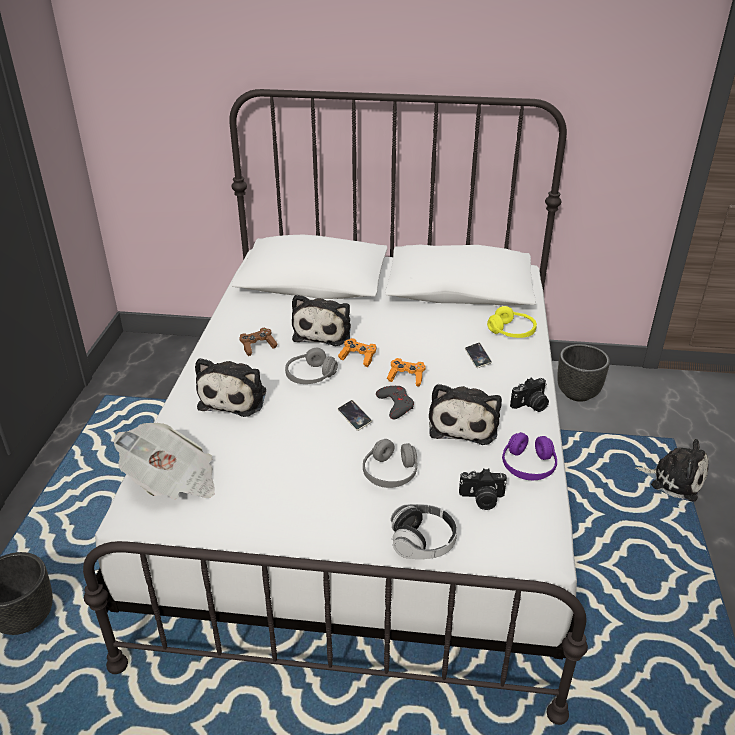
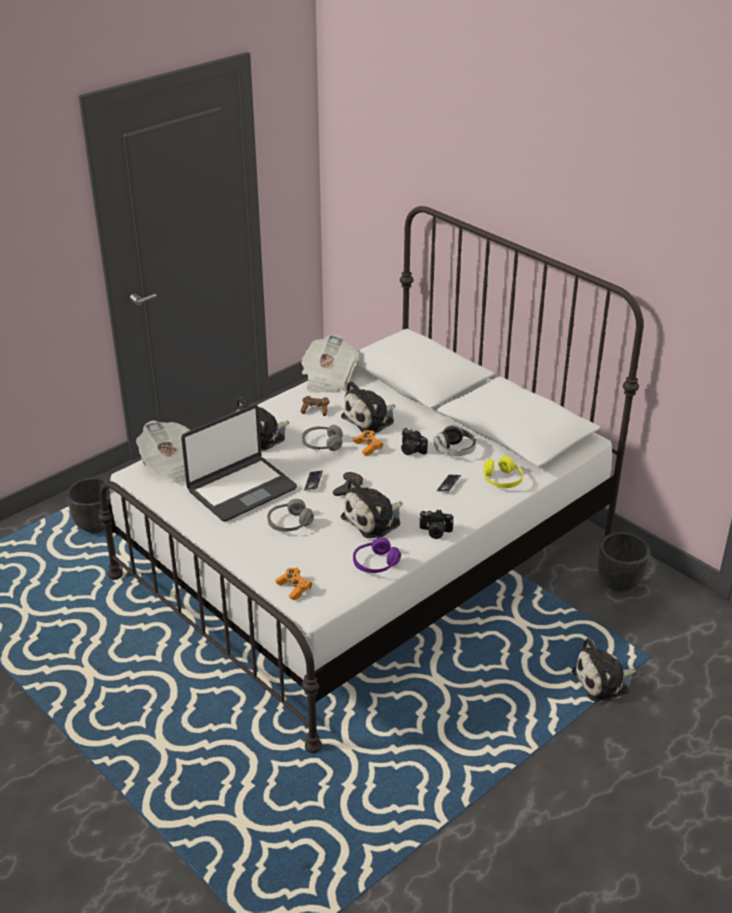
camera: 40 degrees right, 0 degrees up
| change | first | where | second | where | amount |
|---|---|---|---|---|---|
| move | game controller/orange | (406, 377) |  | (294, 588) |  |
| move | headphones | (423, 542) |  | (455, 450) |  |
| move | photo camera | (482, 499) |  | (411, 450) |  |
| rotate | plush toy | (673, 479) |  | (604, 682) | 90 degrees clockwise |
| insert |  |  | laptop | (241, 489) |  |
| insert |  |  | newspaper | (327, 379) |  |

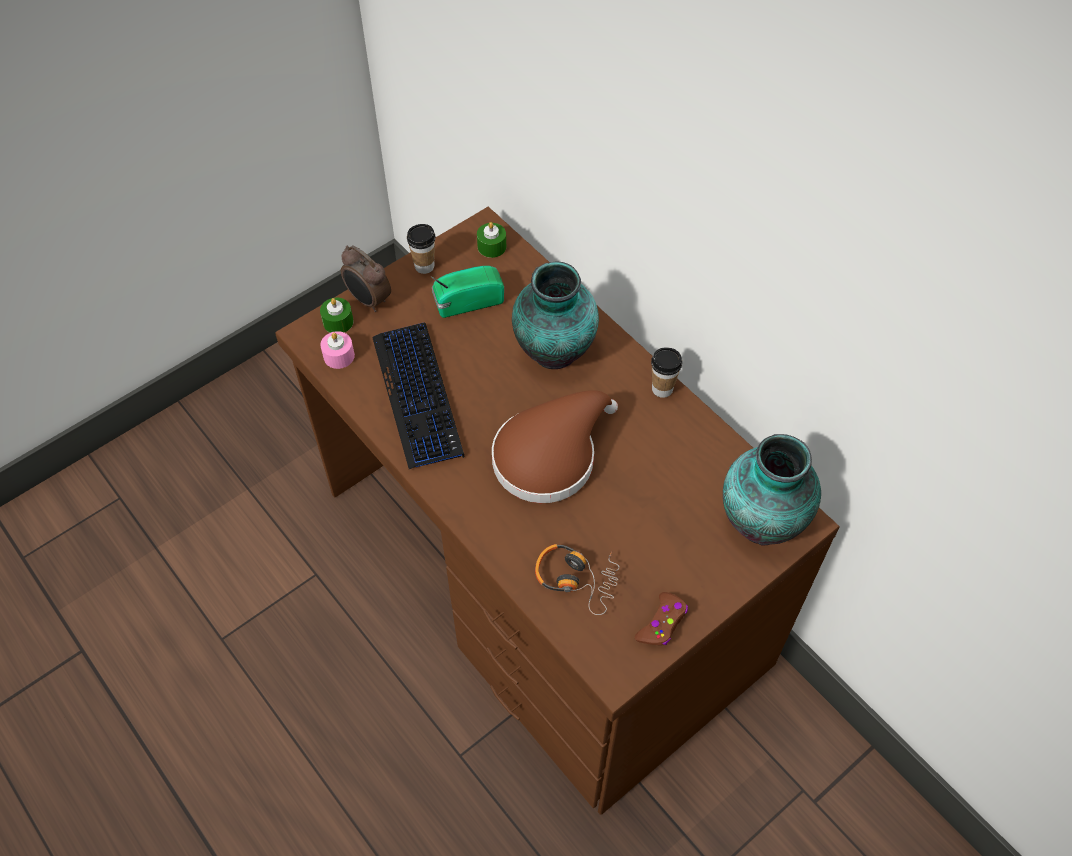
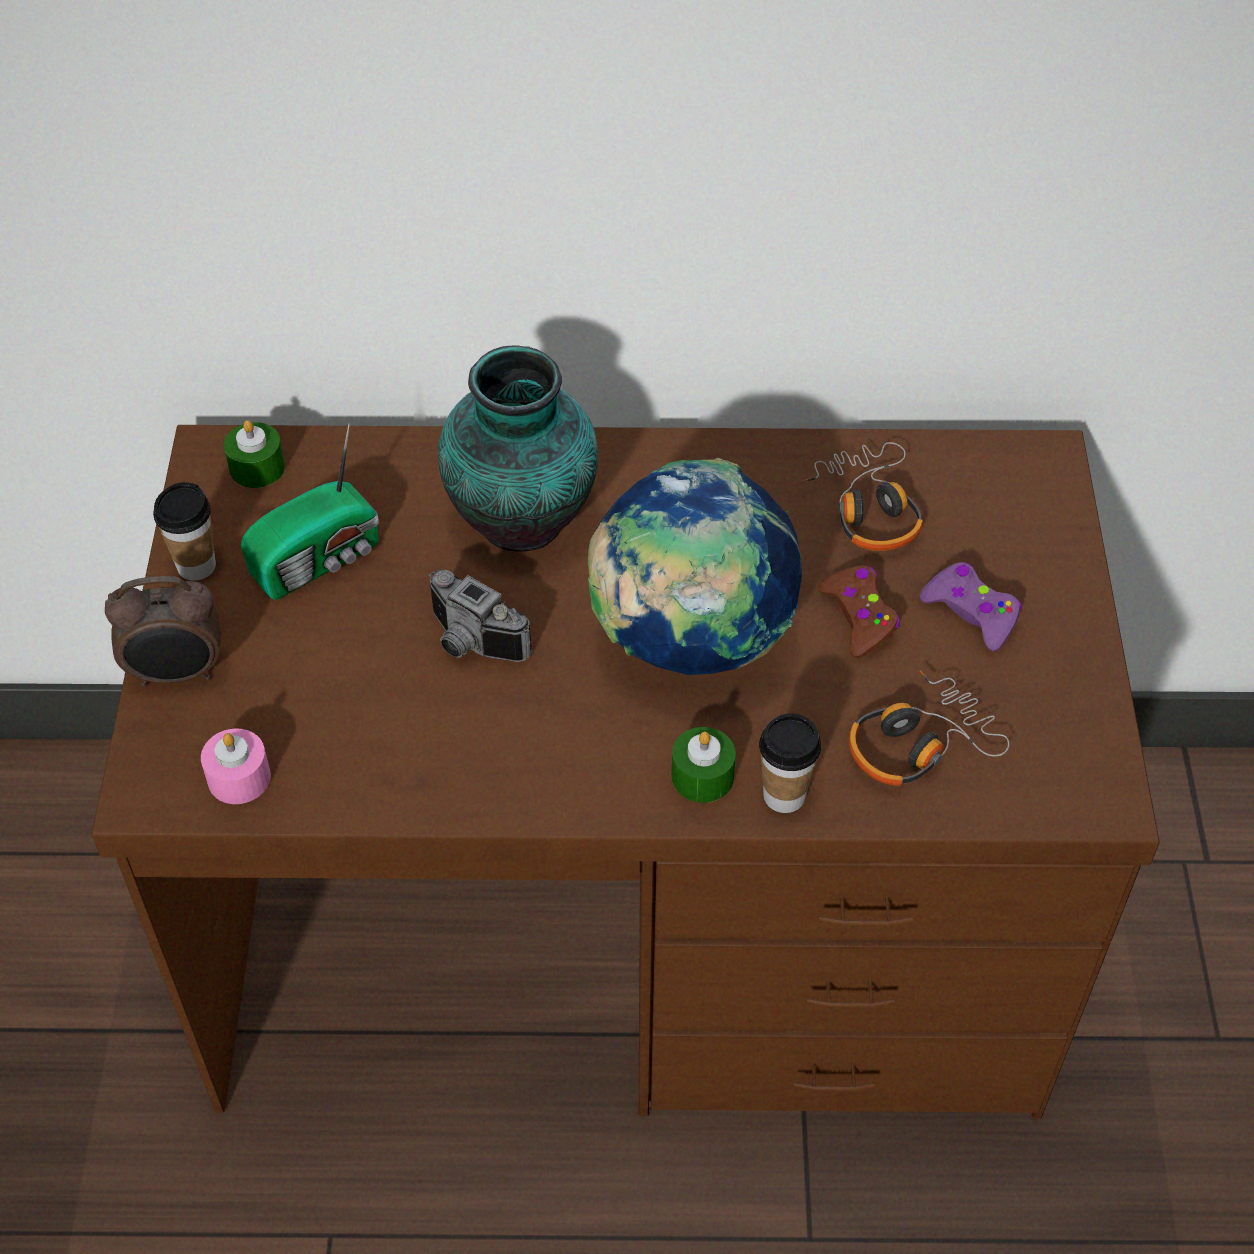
camera: 50 degrees left, 5 degrees down
| change | first | where | second | where | amount |
|---|---|---|---|---|---|
| move | candle/green | (338, 322) |  | (702, 776) |  |
| delete | keyboard | (418, 396) |  |  |  |
| rotate | radio | (466, 301) |  | (320, 559) | 150 degrees counterclockwise |
| replace | hat/brown | (550, 455) | globe | (690, 640) |  |
| move | game controller/brown | (662, 623) |  | (859, 617) |  |
| move | cup | (662, 389) |  | (784, 795) |  |
| delete | vase | (762, 520) |  |  |  |
| insert |  |  | photo camera | (470, 644) |  |
| insert |  |  | headphones | (868, 508) |  |
| insert |  |  | game controller/purple | (971, 612) |  |

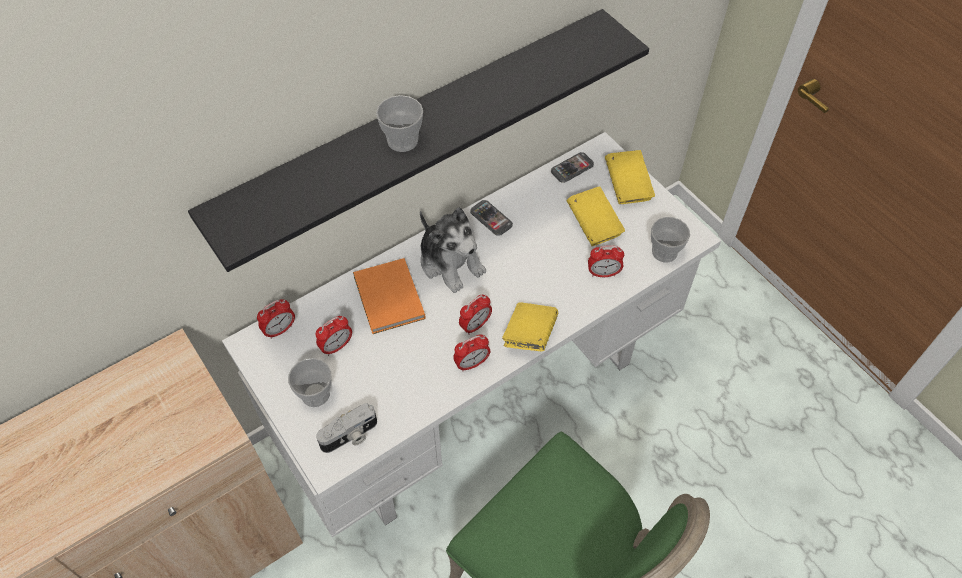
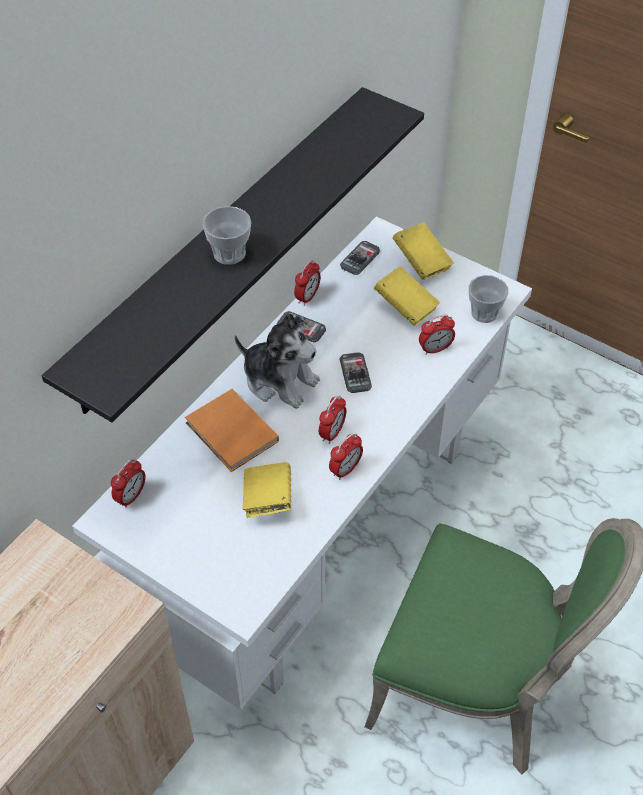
camera: 20 degrees left, 5 degrees down
| change | first | where | second | where | amount |
|---|---|---|---|---|---|
| delete | cup | (315, 394) |  |  |  |
| move | alarm clock | (336, 346) |  | (307, 297) |  |
| delete | photo camera | (350, 436) |  |  |  |
| move | book/yellow | (529, 335) |  | (267, 499) |  |
| insert |  |  | phone | (355, 374) |  |

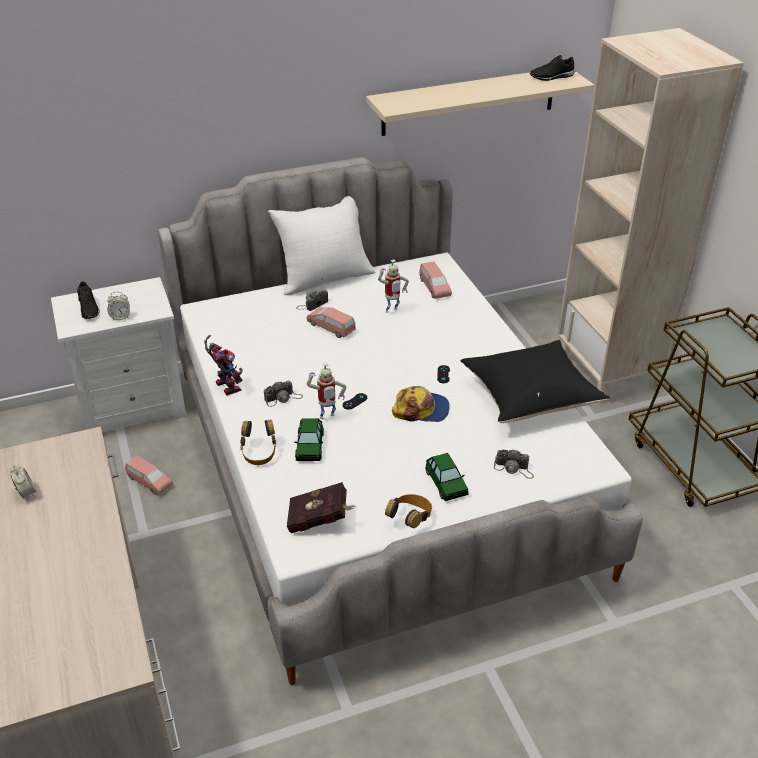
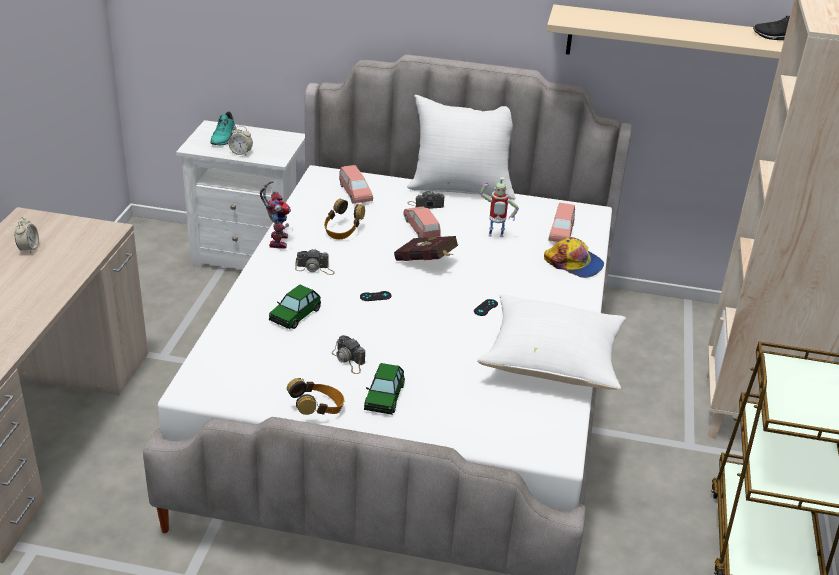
camera: 30 degrees right, 5 degrees down
| change | first | where | second | where | amount |
|---|---|---|---|---|---|
| recolor | shoe/black | (89, 308) | shoe/turquoise | (224, 138) |  |
| move | toy car/pink | (149, 481) |  | (355, 193) |  |
| move | headphones | (259, 452) |  | (342, 231) |  |
| move | book/red | (320, 520) |  | (427, 263) |  |
| delete | toy robot | (327, 418) |  |  |  |
| move | cap | (421, 409) |  | (574, 264) |  |
| recolor | pillow/black | (530, 397) | pillow/white | (553, 362) |  |
| move | photo camera | (514, 469) |  | (349, 360) |  |

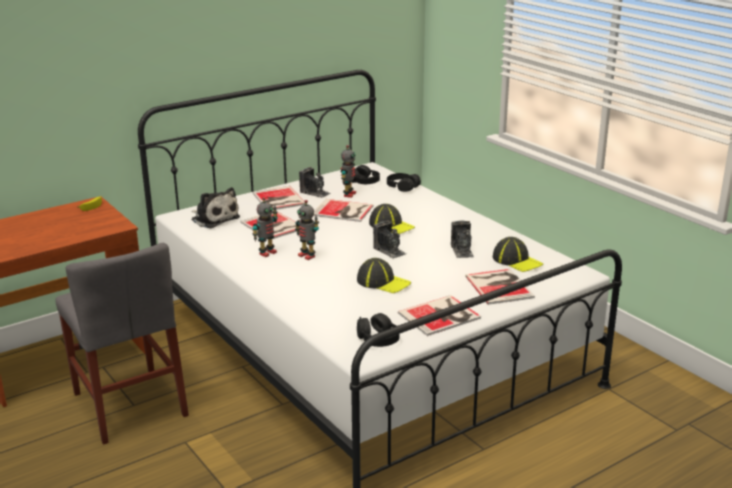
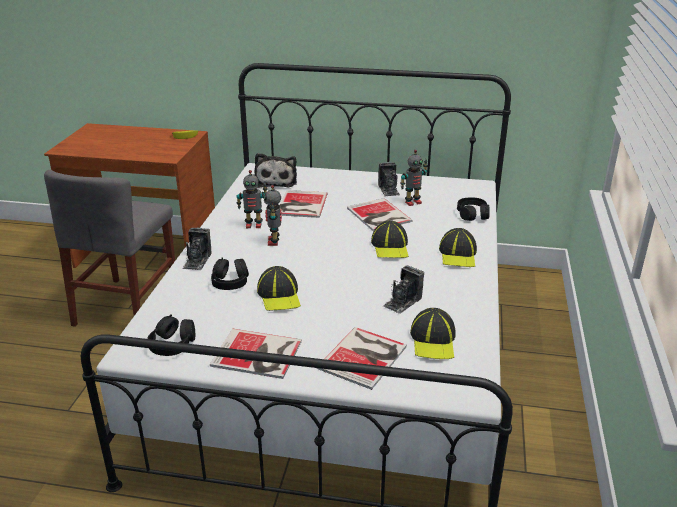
camera: 45 degrees right, 5 degrees up
| change | first | where | second | where | amount |
|---|---|---|---|---|---|
| delete | book | (278, 199) |  |  |  |
| move | headphones/black | (364, 182) |  | (230, 282) |  |
| move | photo camera | (389, 251) |  | (197, 260) |  |
| insert |  |  | cap | (458, 255) |  |

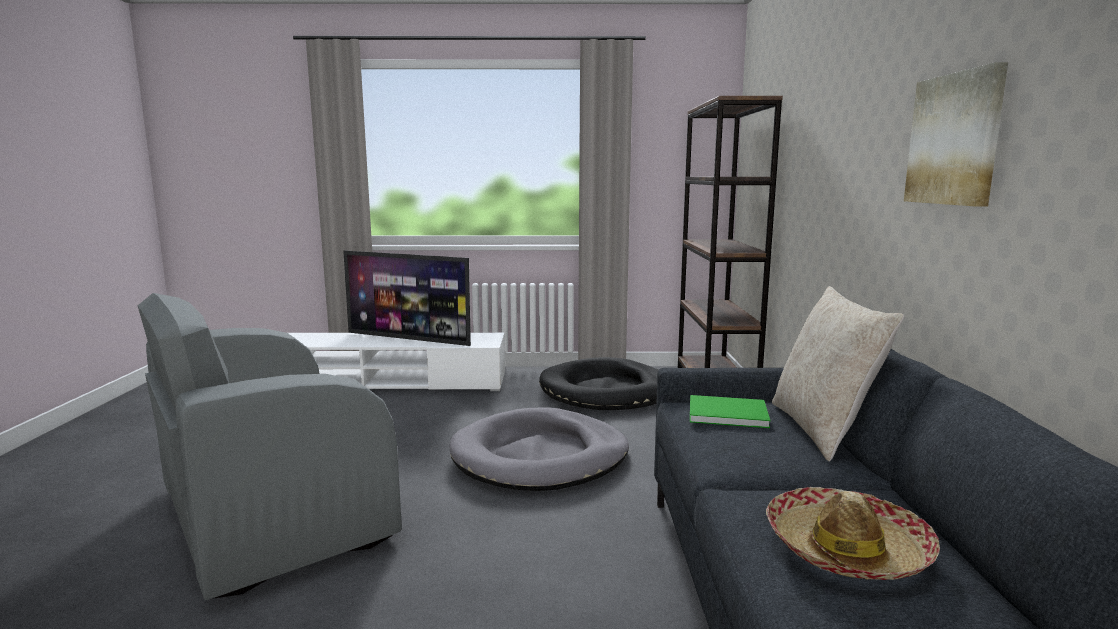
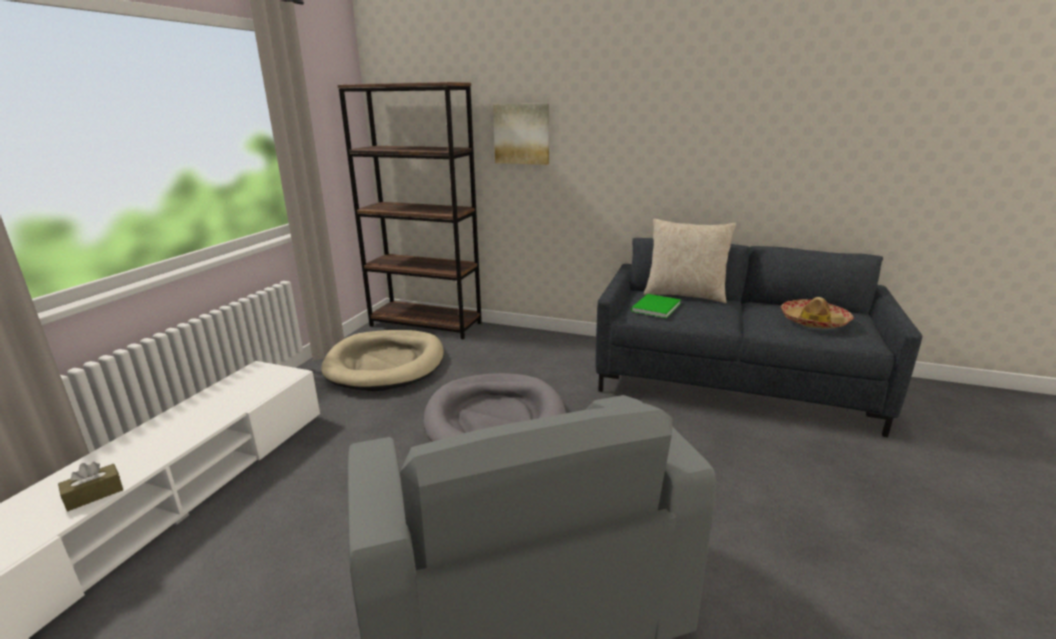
camera: 70 degrees left, 10 degrees up
| change | first | where | second | where | amount |
|---|---|---|---|---|---|
| delete | television | (409, 339) |  |  |  |
| recolor | dog bed/black | (608, 391) | dog bed/beige | (386, 364) |  |
| move | picture | (955, 139) |  | (522, 134) |  |
| insert |  |  | tissue box/brown | (94, 494) |  |

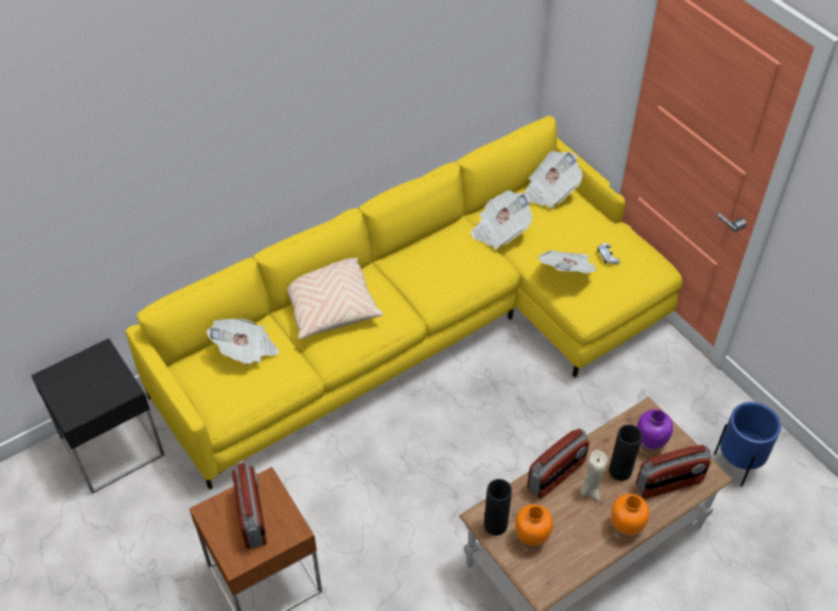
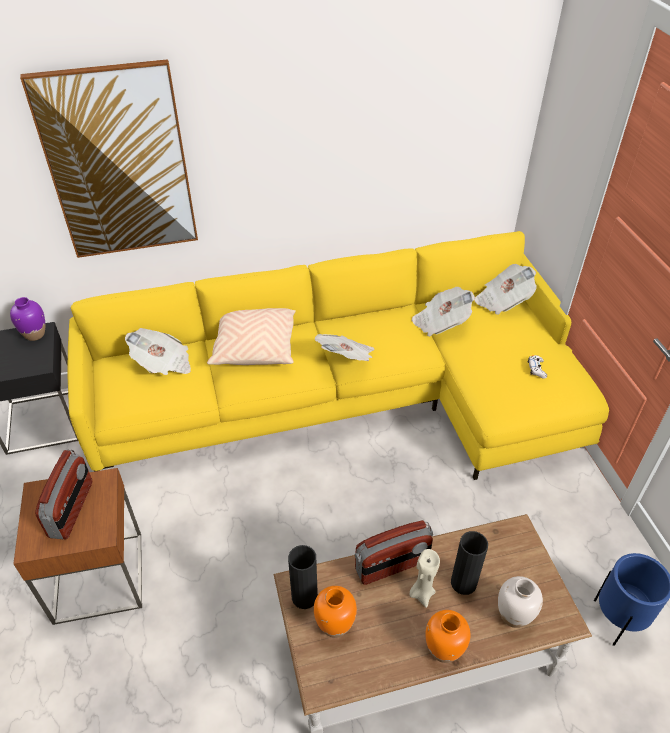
camera: 20 degrees right, 5 degrees down
| change | first | where | second | where | amount |
|---|---|---|---|---|---|
| move | newspaper | (567, 272) |  | (346, 358) |  |
| replace | radio | (669, 484) | vase/white | (514, 615) |  |
| move | vase/purple | (650, 444) |  | (35, 334) |  |
| insert |  |  | picture | (118, 164) |  |

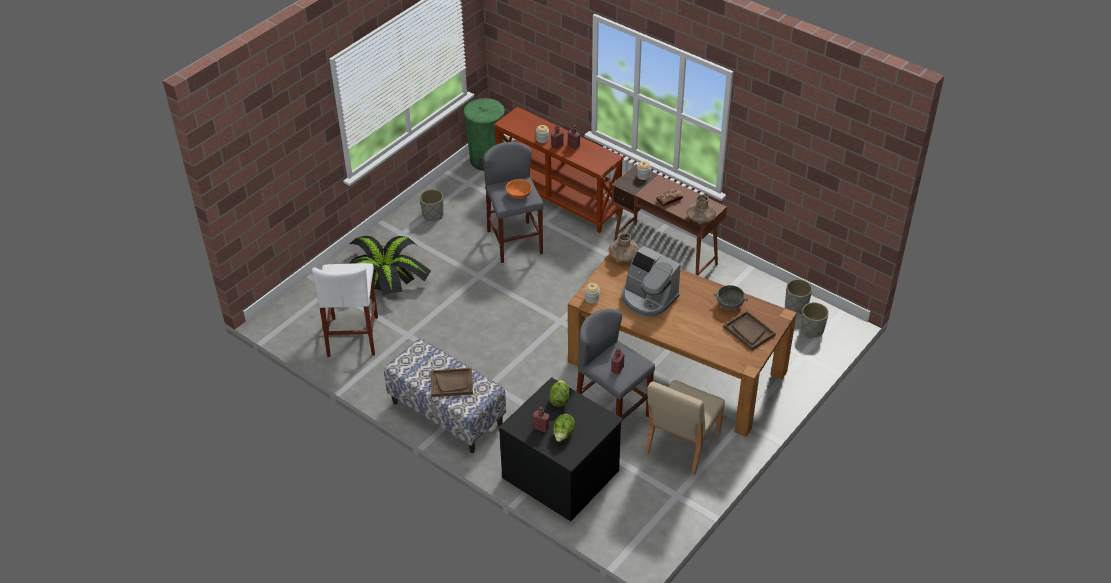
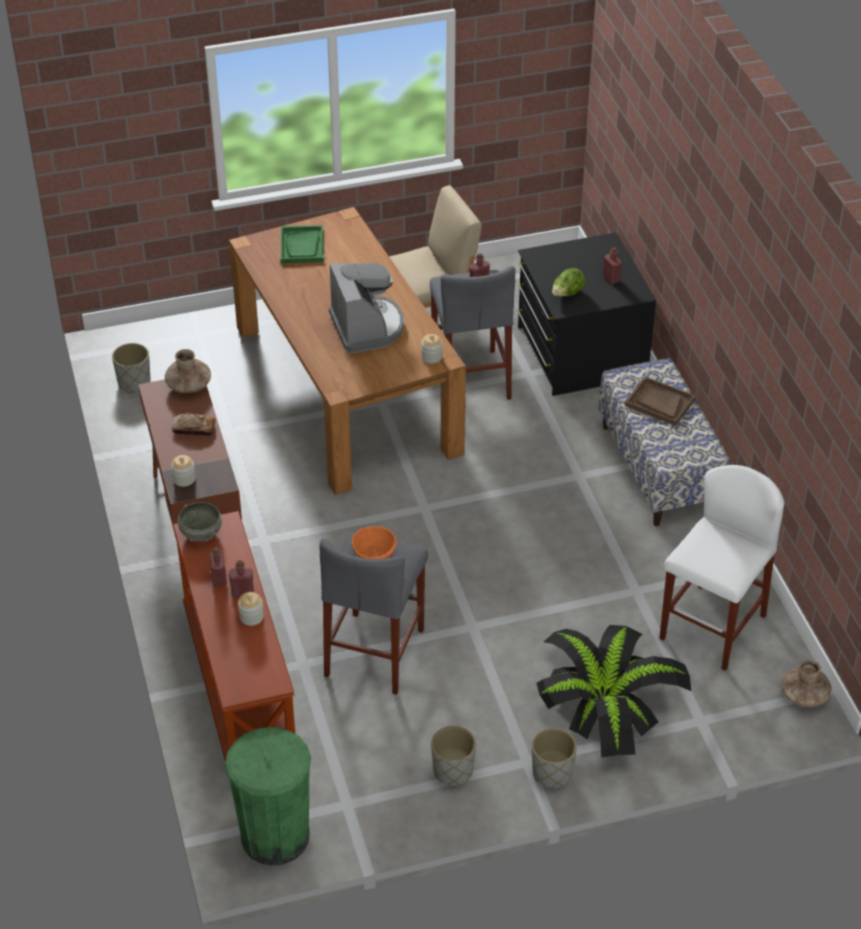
camera: 145 degrees left, 0 degrees up
| change | first | where | second | where | amount |
|---|---|---|---|---|---|
| delete | lettuce | (563, 434) |  |  |  |
| move | vase/brown | (623, 256) |  | (804, 695) |  |
| move | bowl/grey | (730, 305) |  | (200, 533) |  |
| recolor | tray/brown | (749, 331) | tray/green | (302, 246) |  |
| move | planter/grey | (812, 330) |  | (551, 773) |  |

